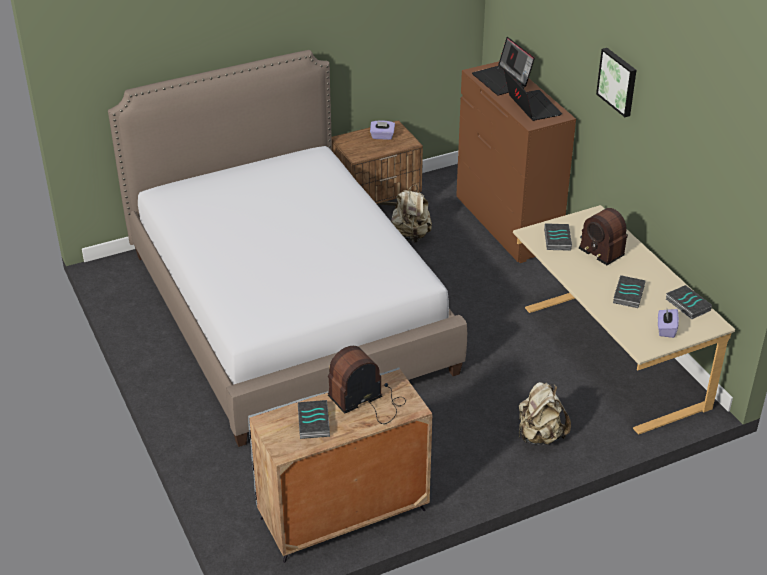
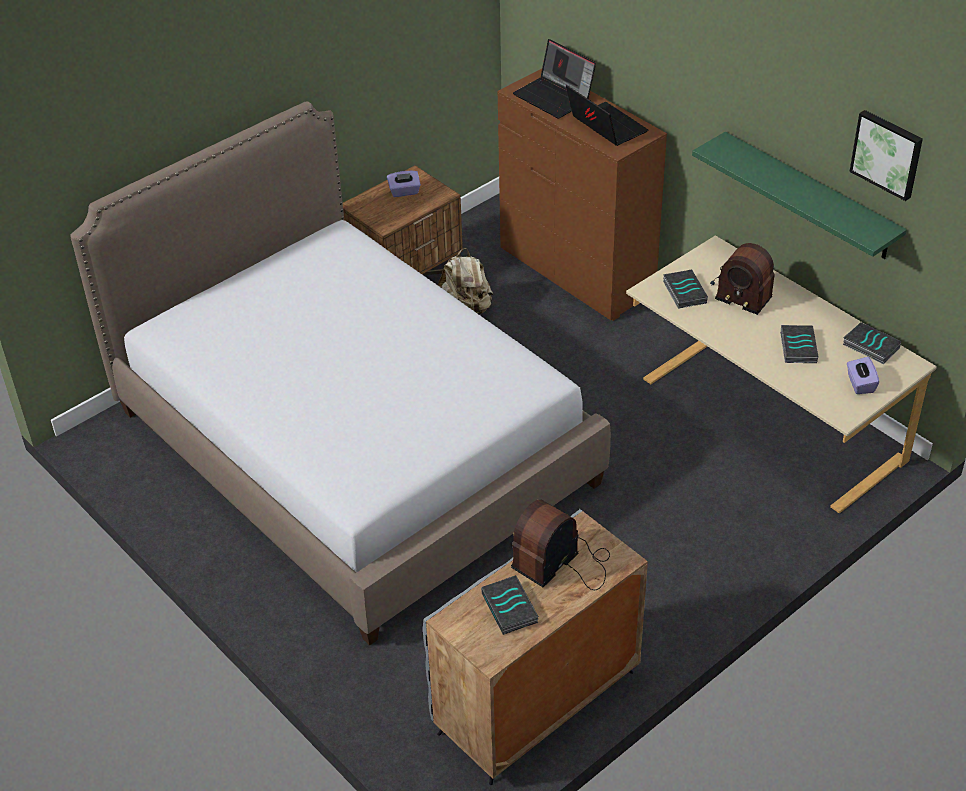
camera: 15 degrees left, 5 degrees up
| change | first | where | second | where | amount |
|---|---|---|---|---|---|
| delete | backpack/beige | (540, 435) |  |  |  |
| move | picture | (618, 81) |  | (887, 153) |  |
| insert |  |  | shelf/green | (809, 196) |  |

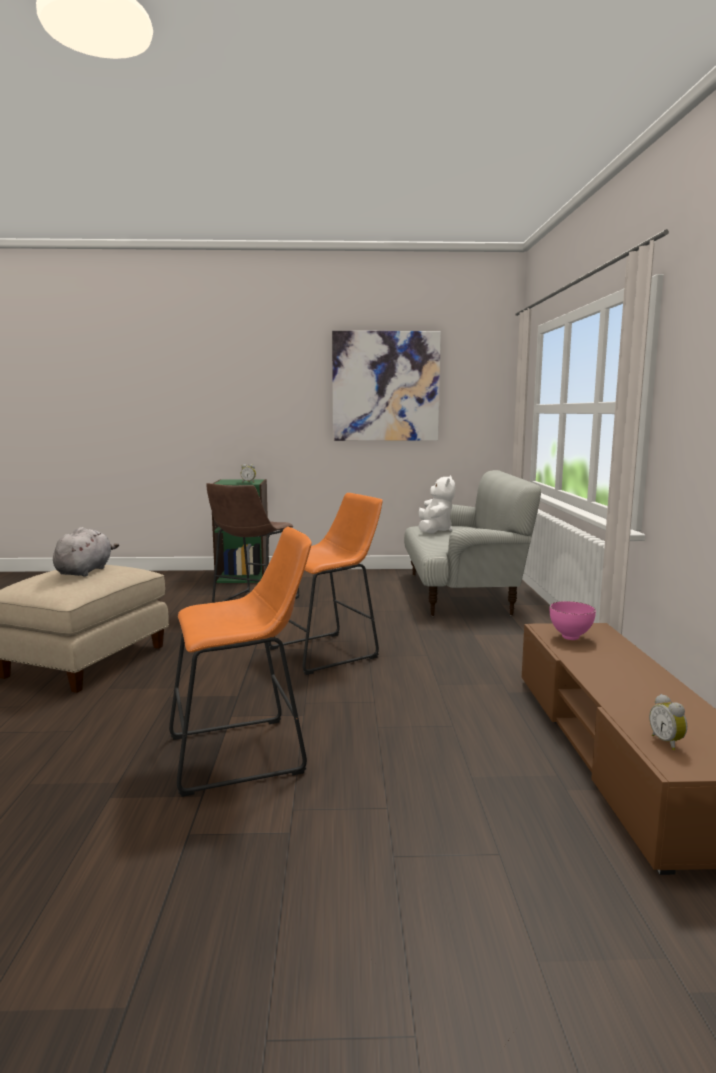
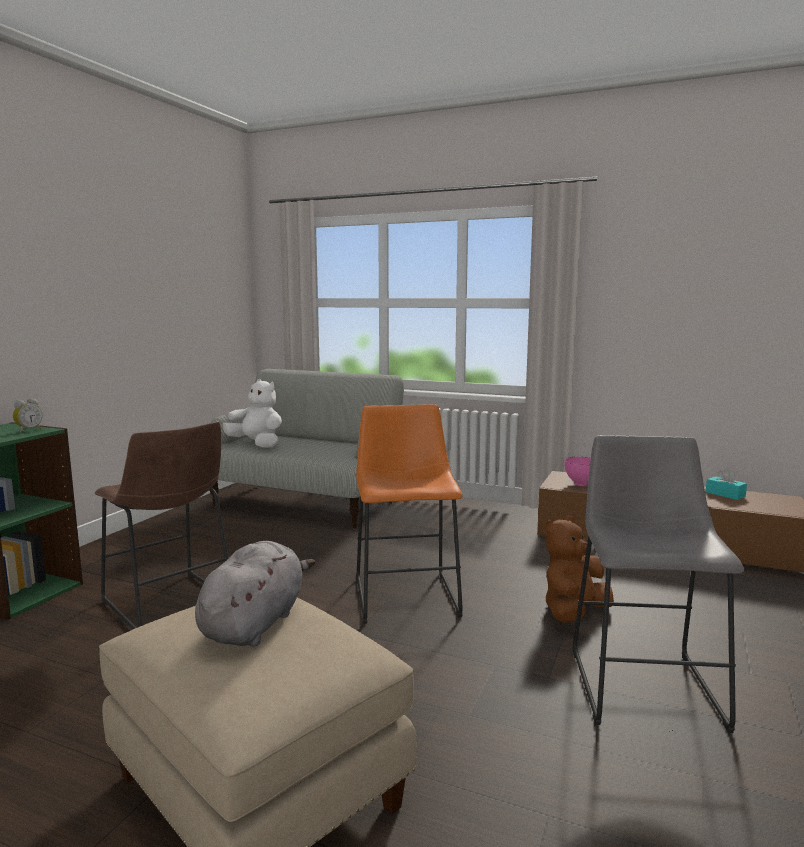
camera: 65 degrees left, 0 degrees up
| change | first | where | second | where | amount |
|---|---|---|---|---|---|
| rotate | plush toy/grey | (85, 571) |  | (255, 623) | 75 degrees clockwise |
| recolor | stool/orange | (245, 753) | stool/grey | (643, 682) |  |
| delete | picture | (385, 386) |  |  |  |
| delete | alarm clock | (667, 742) |  |  |  |
| insert |  |  | plush toy/brown | (574, 613) |  |
| insert |  |  | tissue box/turquoise | (725, 494) |  |

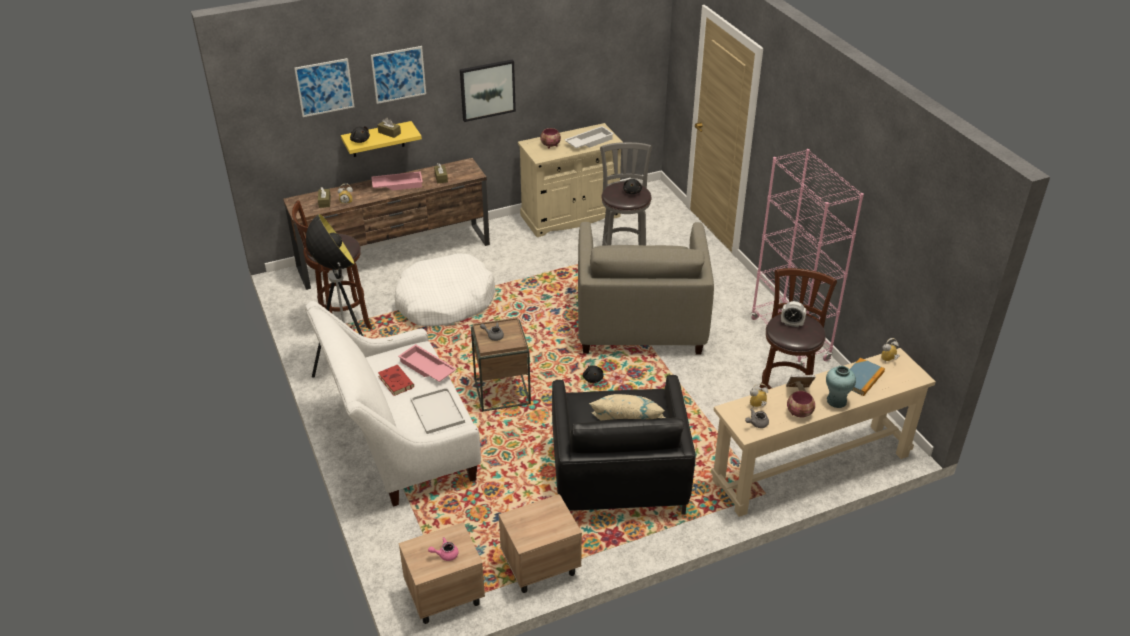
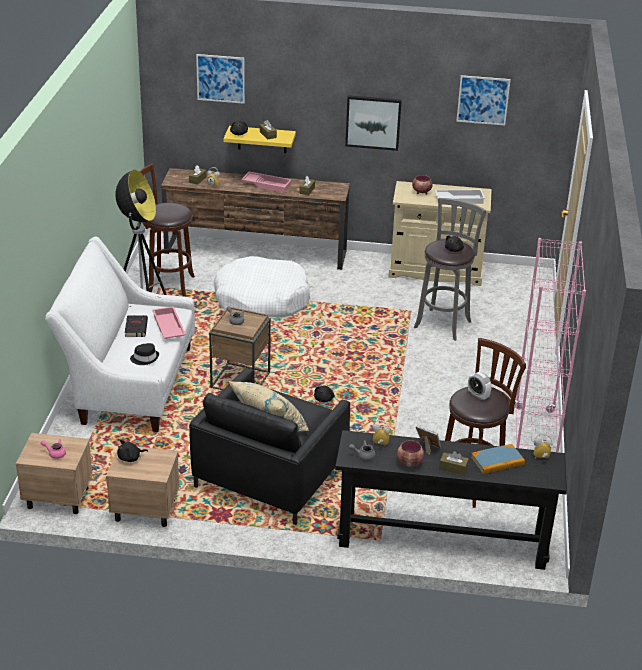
camera: 30 degrees right, 5 degrees down
| change | first | where | second | where | amount |
|---|---|---|---|---|---|
| move | picture | (398, 74) |  | (483, 100) |  |
| recolor | book/red | (395, 381) | book/black | (136, 327) |  |
| replace | tray/white | (436, 411) | hat/black | (145, 358) |  |
| delete | armchair/beige | (639, 322) |  |  |  |
| recolor | console table/beige | (811, 468) | console table/black | (442, 539) |  |
| replace | vase/turquoise | (836, 401) | tissue box/brown | (453, 468) |  |
| insert |  |  | plush toy/black | (130, 458) |  |

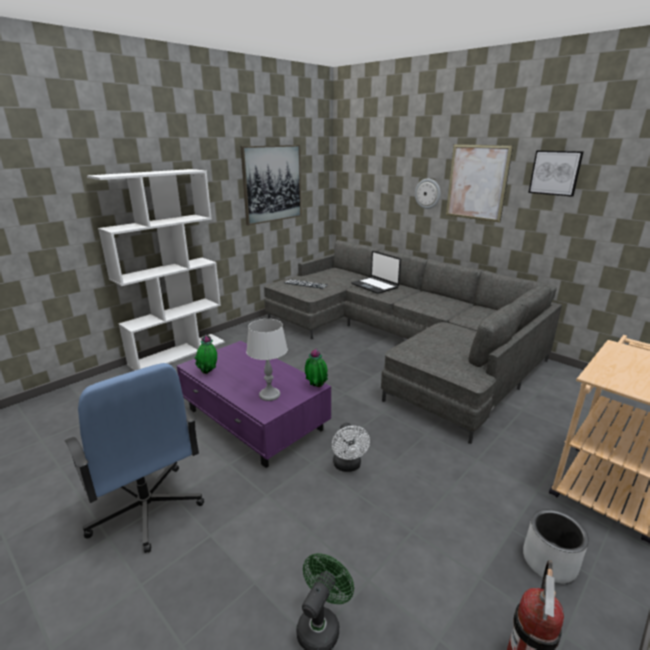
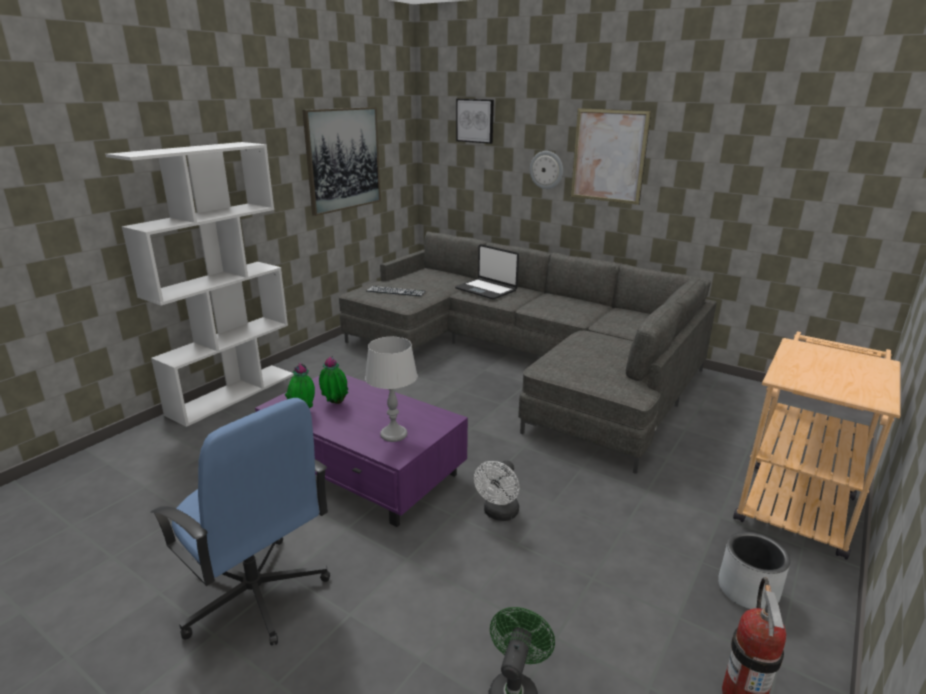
camera: 10 degrees left, 0 degrees up
| change | first | where | second | where | amount |
|---|---|---|---|---|---|
| move | potted plant | (316, 387) |  | (335, 404) |  |
| rotate | fan/white | (348, 466) |  | (499, 514) | 45 degrees clockwise |
| move | picture | (555, 173) |  | (475, 120) |  |

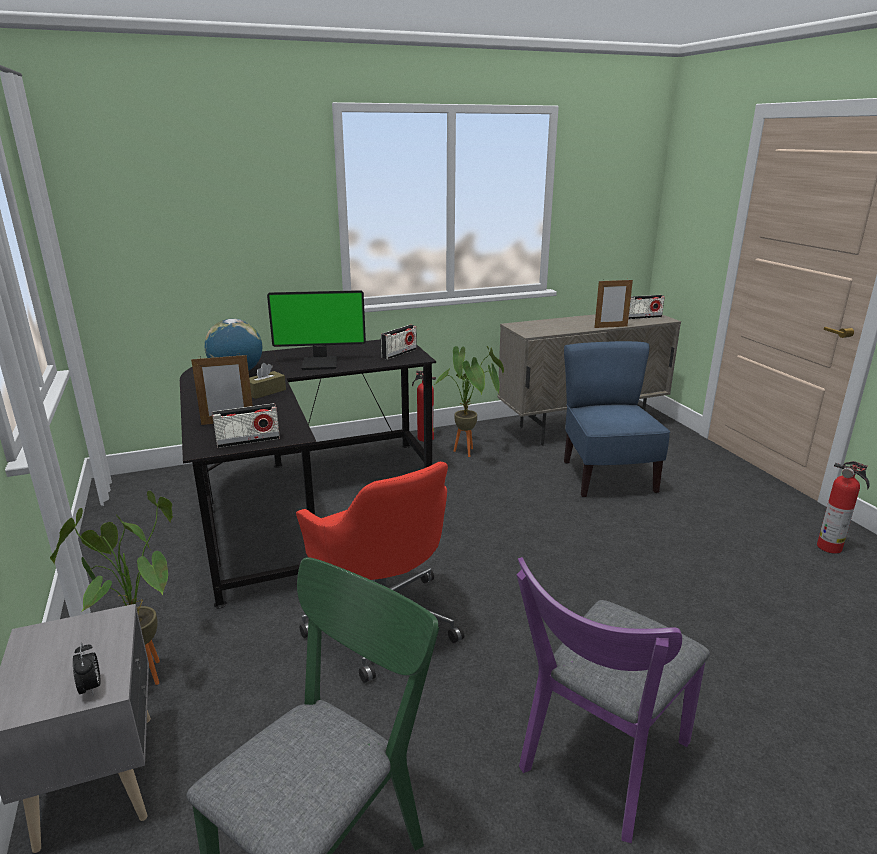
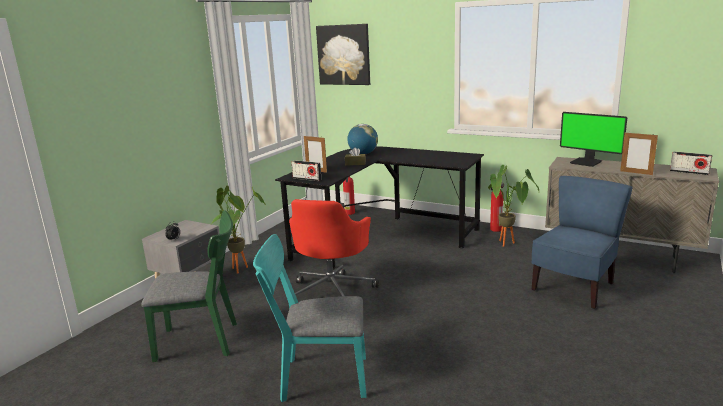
camera: 50 degrees right, 5 degrees down
| change | first | where | second | where | amount |
|---|---|---|---|---|---|
| move | monitor | (320, 363) |  | (587, 162) |  |
| delete | radio | (399, 353) |  |  |  |
| recolor | chair/purple | (599, 764) | chair/turquoise | (317, 378) |  |
| move | fire extinguisher | (831, 548) |  | (349, 213) |  |
| insert |  |  | picture | (344, 55) |  |

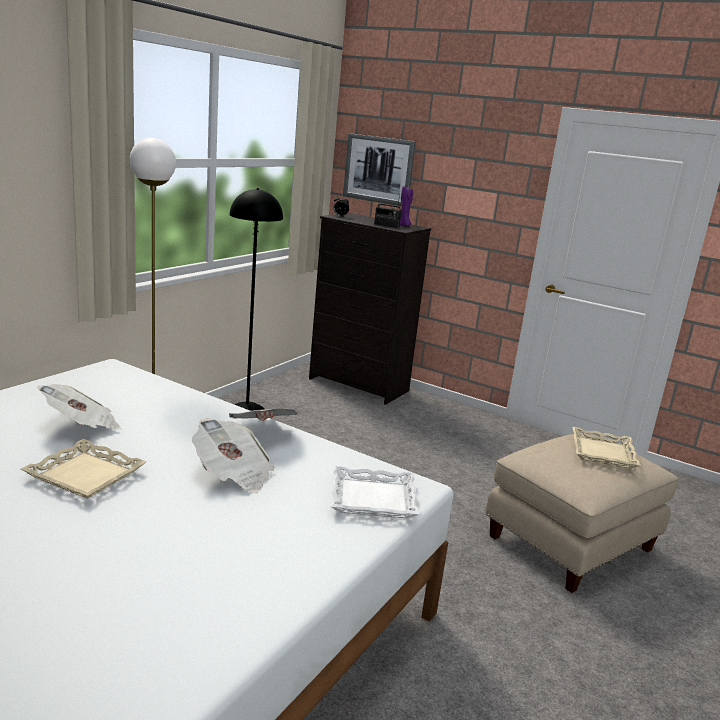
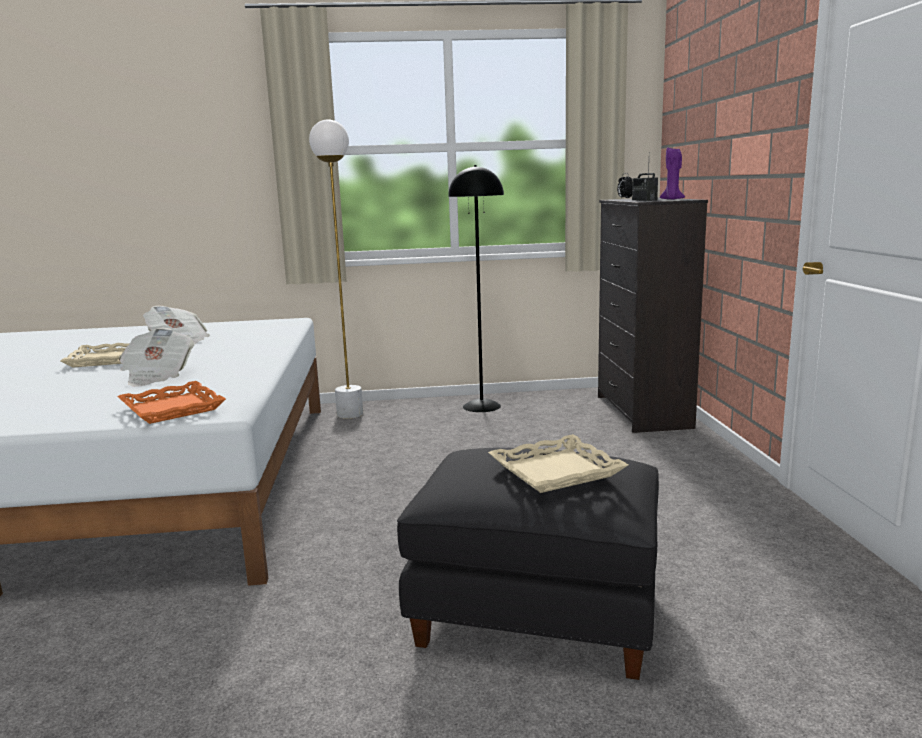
camera: 55 degrees right, 5 degrees down
| change | first | where | second | where | amount |
|---|---|---|---|---|---|
| delete | newspaper | (261, 432) |  |  |  |
| recolor | tray/white | (373, 498) | tray/orange | (173, 408) |  |
| delete | picture | (378, 169) |  |  |  |
| recolor | ottoman/beige | (569, 542) | ottoman/black | (538, 611) |  |

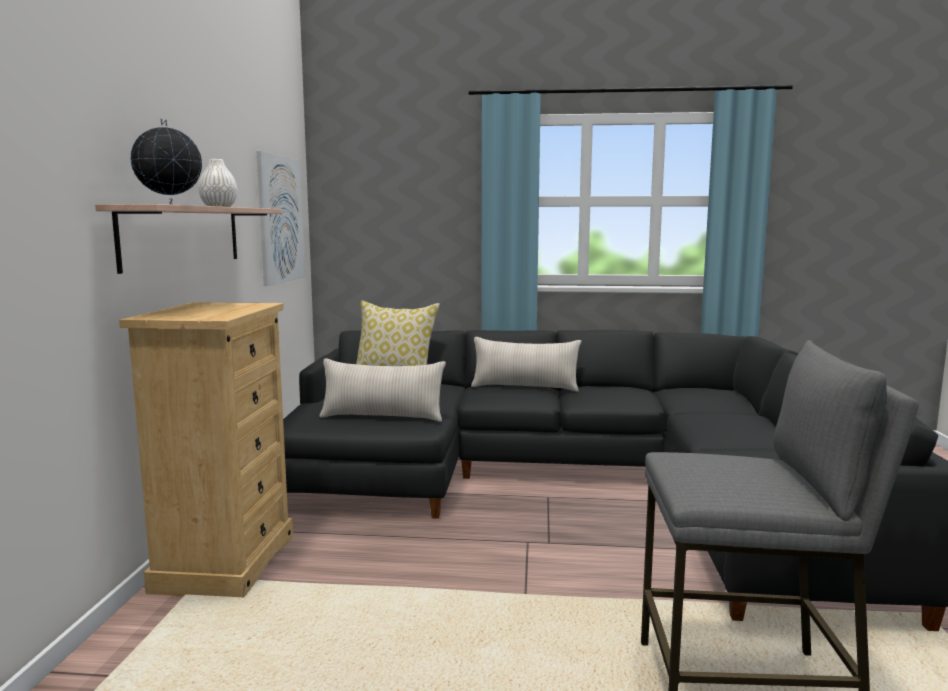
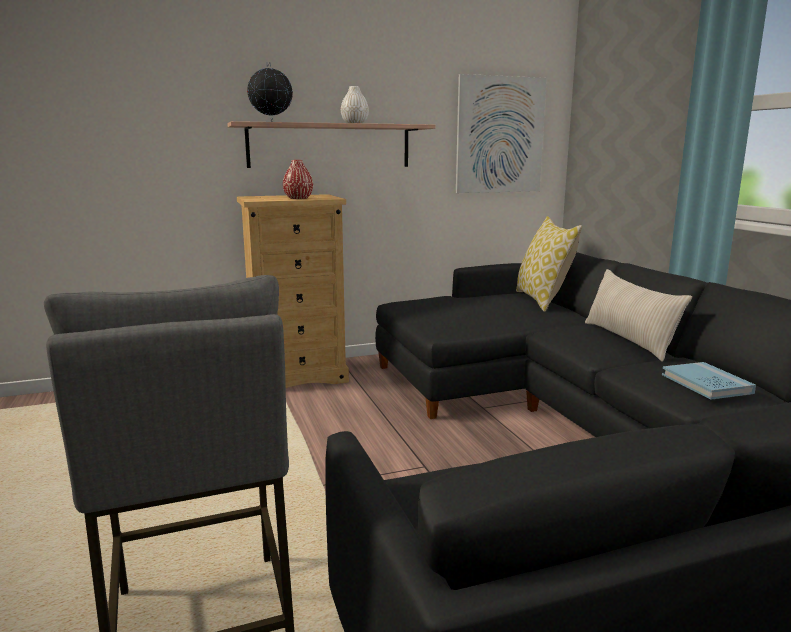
camera: 65 degrees right, 5 degrees up
| change | first | where | second | where | amount |
|---|---|---|---|---|---|
| delete | pillow/beige | (382, 417) |  |  |  |
| insert |  |  | vase/red | (298, 198) |  |
| insert |  |  | book/blue | (706, 384) |  |

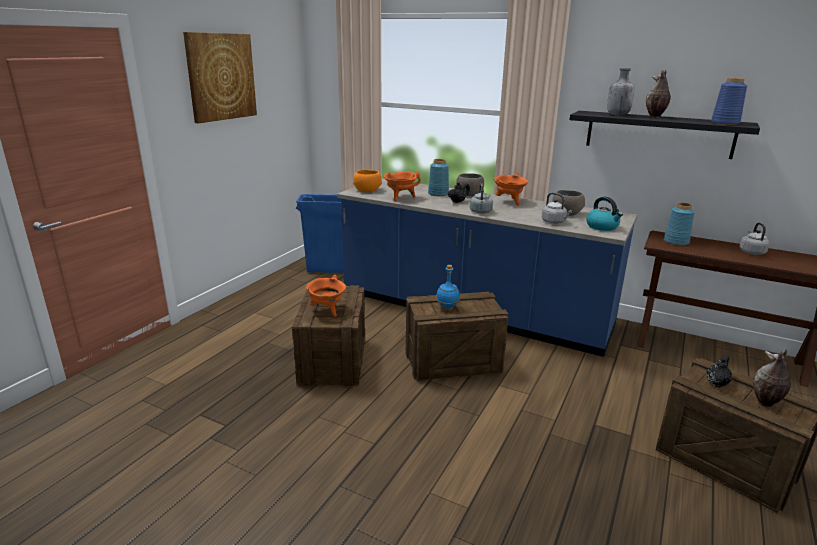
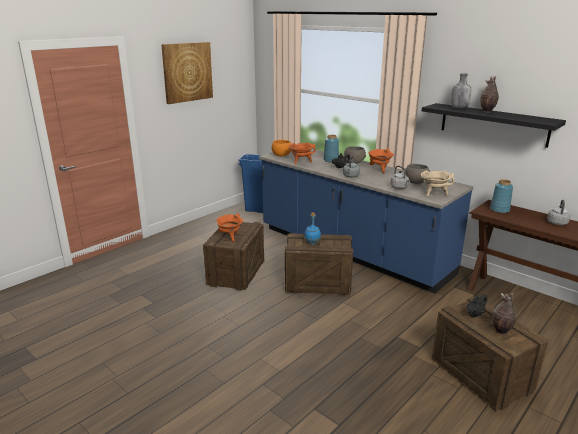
camera: 15 degrees right, 0 degrees up
| change | first | where | second | where | amount |
|---|---|---|---|---|---|
| replace | kettle | (602, 227) | cooking pot/beige | (434, 194) |  |
| delete | vase/blue | (725, 123) |  |  |  |

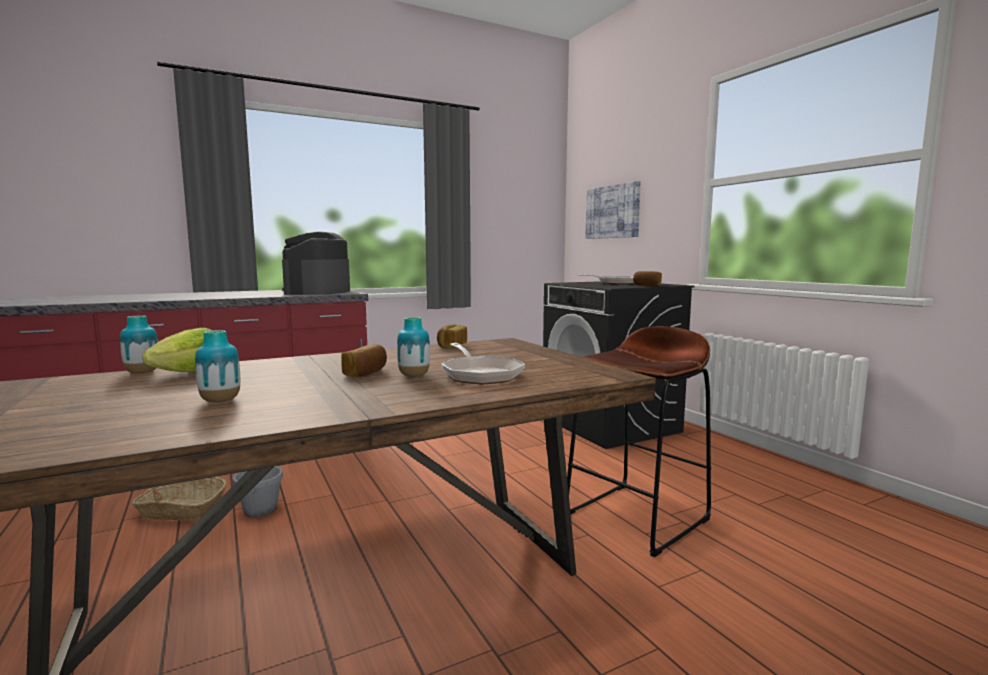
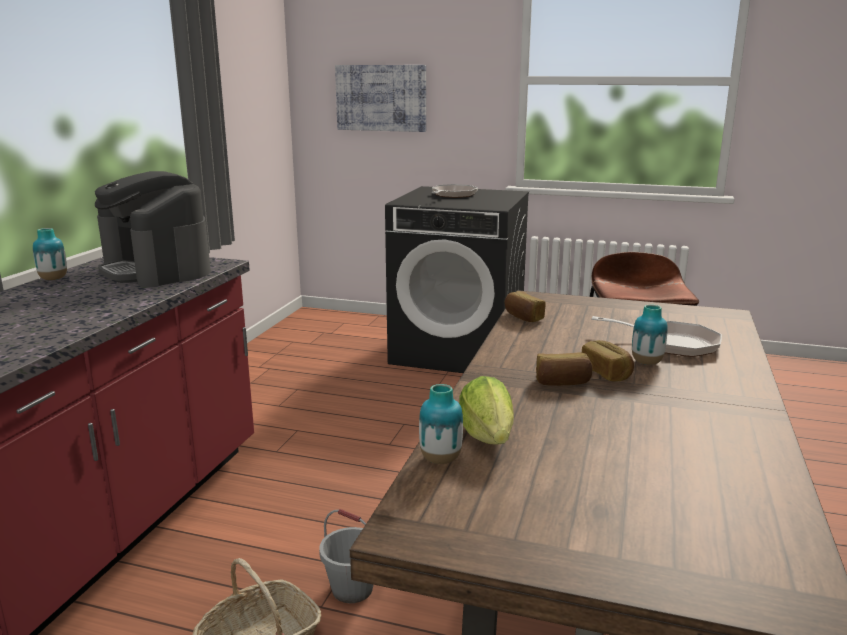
camera: 45 degrees left, 10 degrees up
| change | first | where | second | where | amount |
|---|---|---|---|---|---|
| move | vase | (220, 401) |  | (53, 279) |  |
| move | bread | (647, 285) |  | (562, 382) |  |

